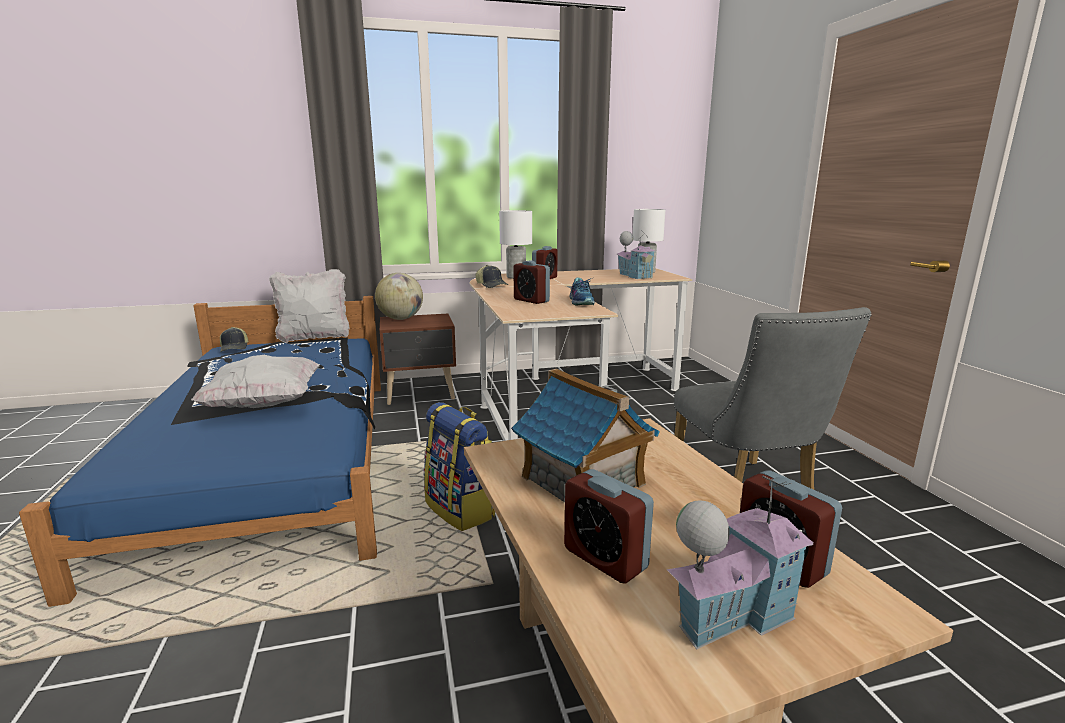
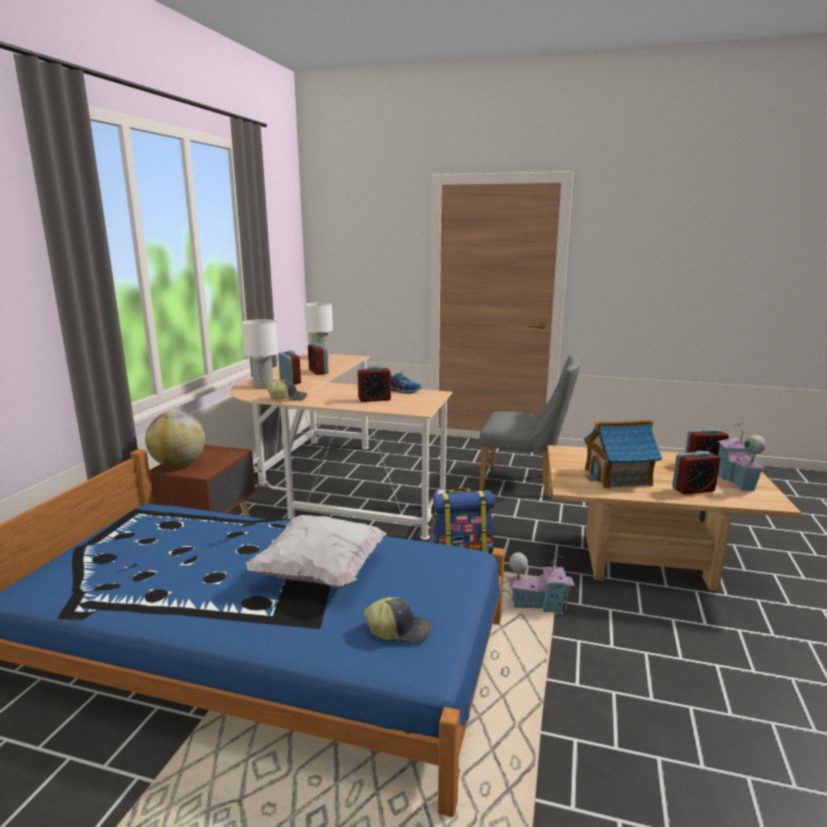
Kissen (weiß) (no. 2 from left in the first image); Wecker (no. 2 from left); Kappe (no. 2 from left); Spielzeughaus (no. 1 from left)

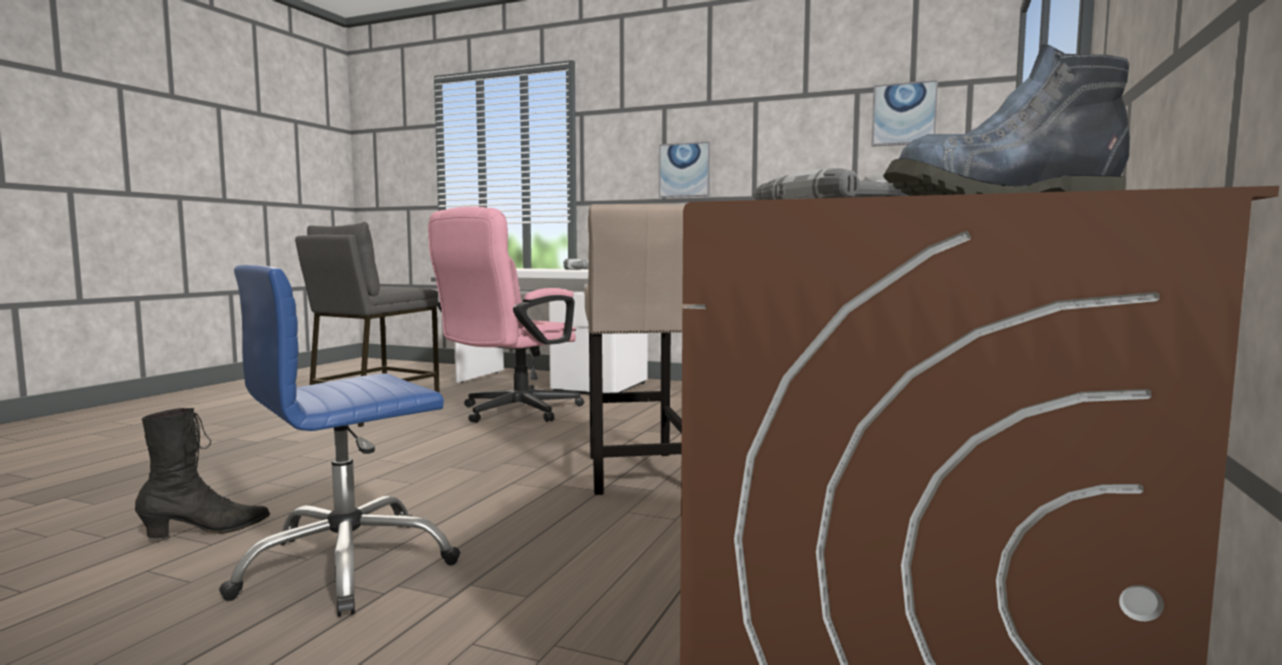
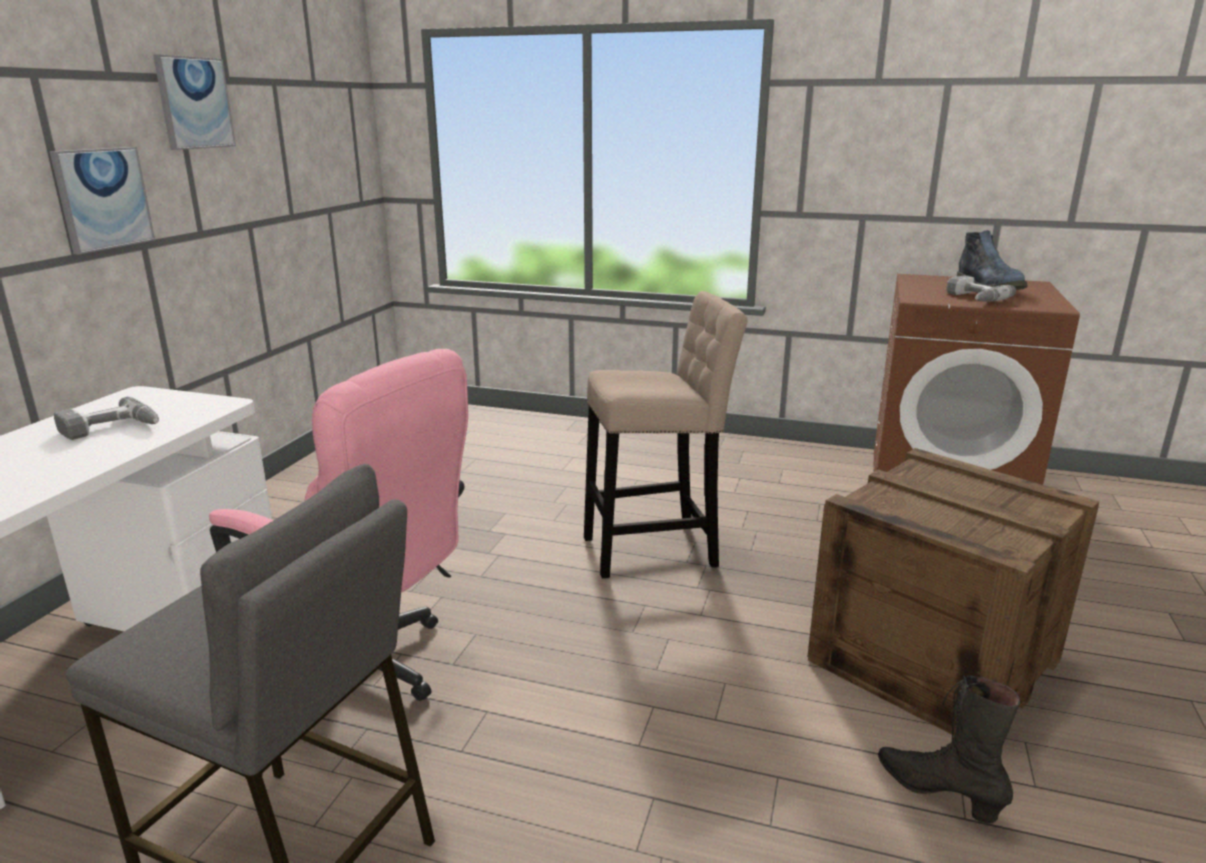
Bild (no. 2 from left); Kiste

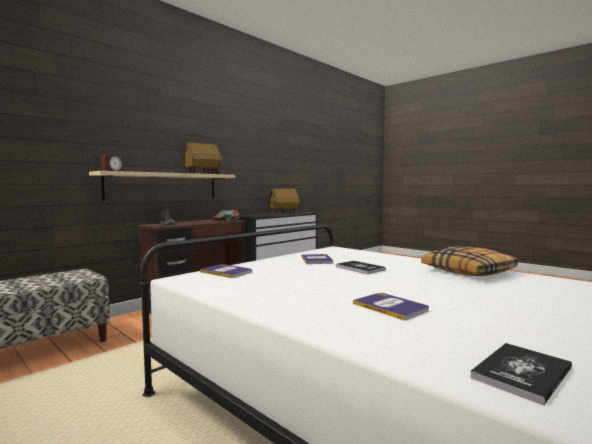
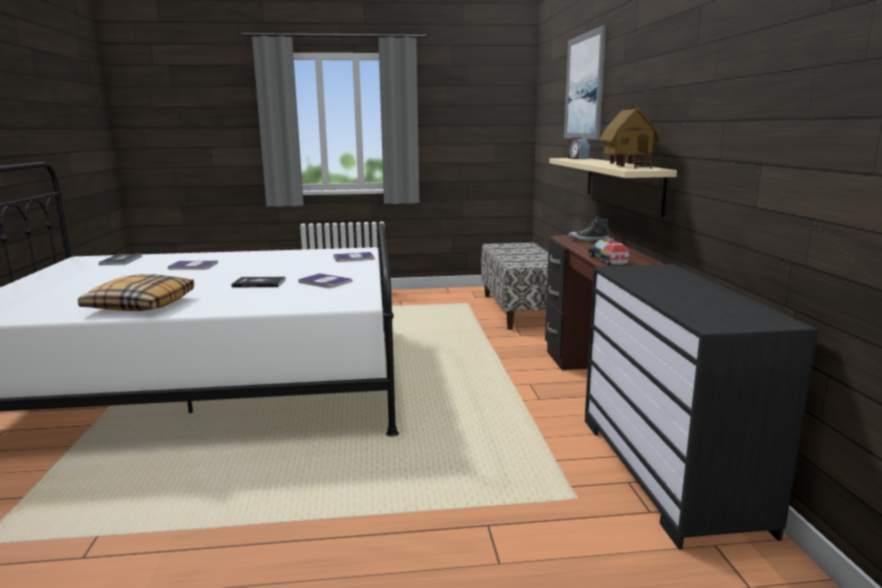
Spielzeughaus (no. 2 from left in the first image); Bild

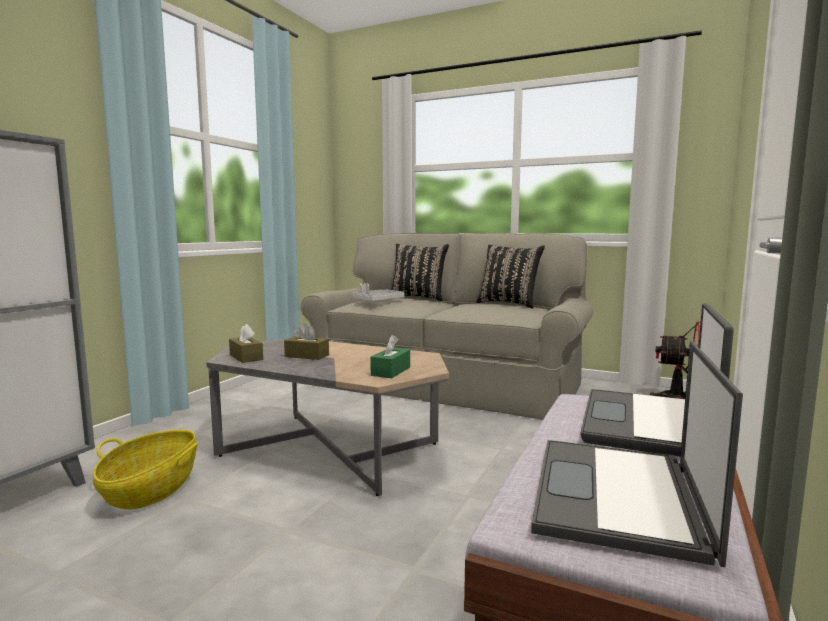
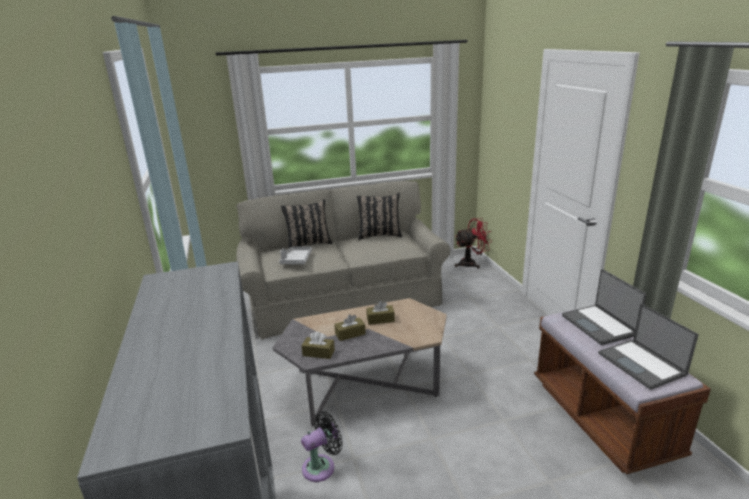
Taschentuchbox (grün); Taschentuchbox (braun) (no. 3 from left); Ventilator (schwarz)

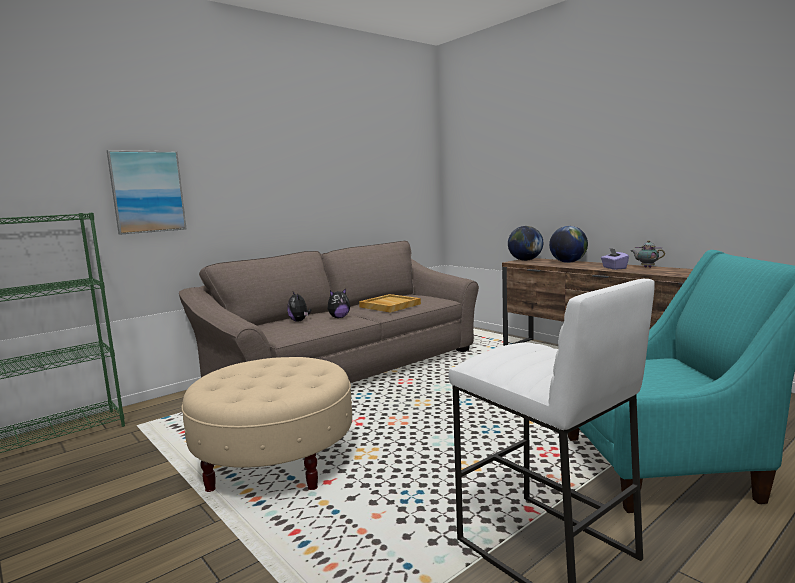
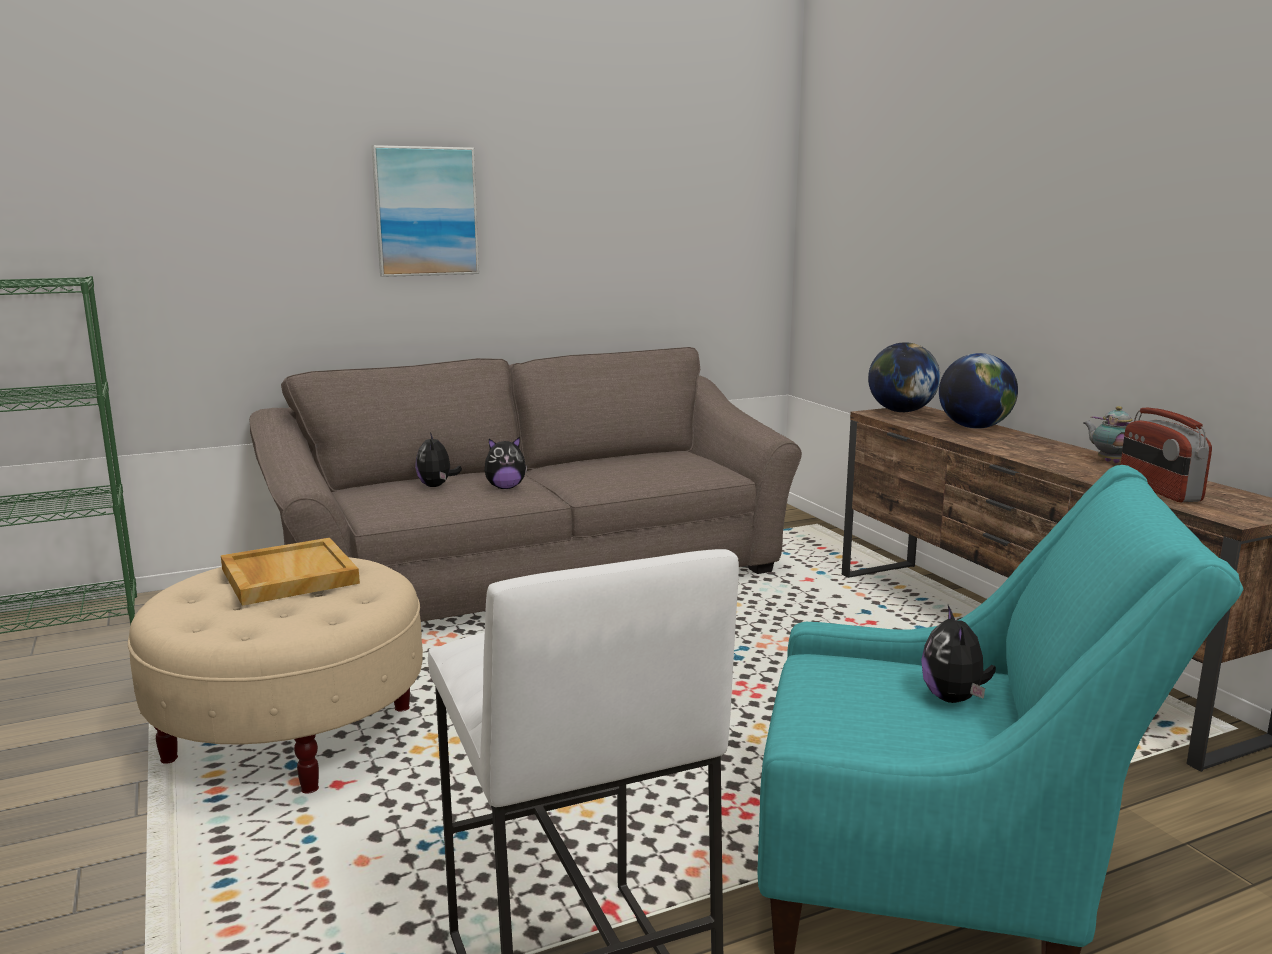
Taschentuchbox (lila); Plüschtier (no. 3 from left); Radio; Bild; Tablett (beige)

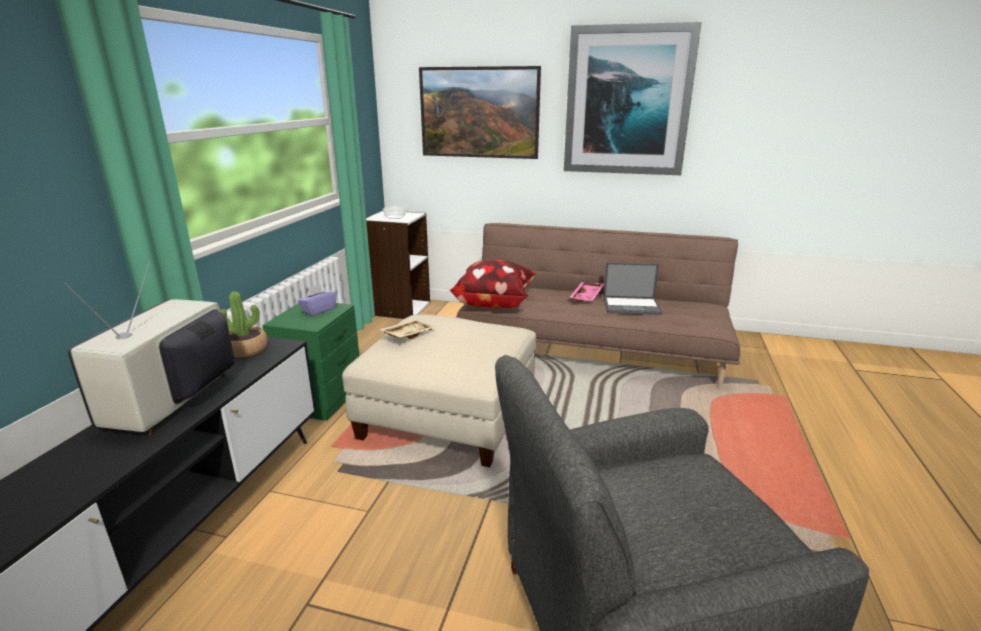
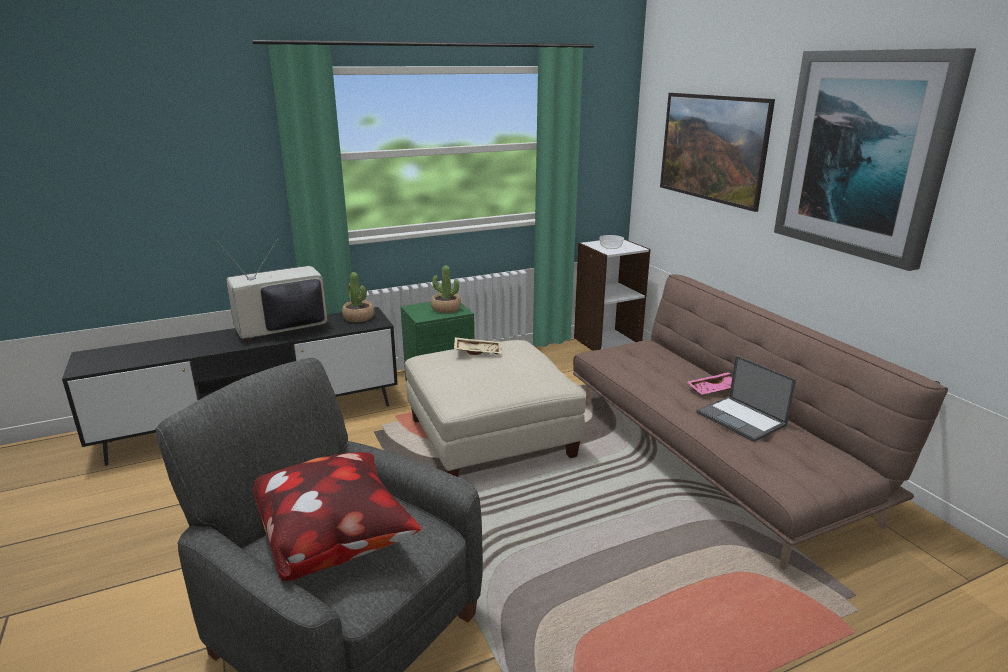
Kissen; Topfpflanze (no. 2 from left)

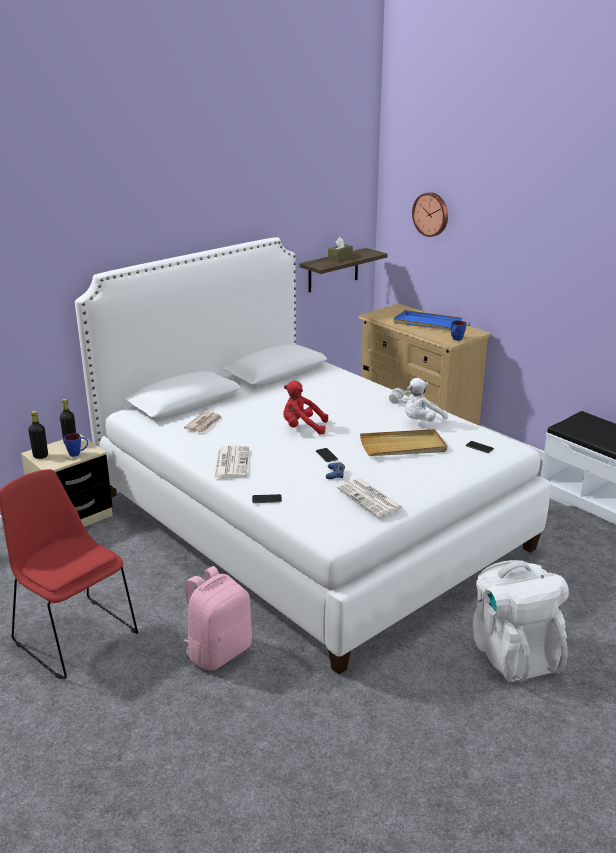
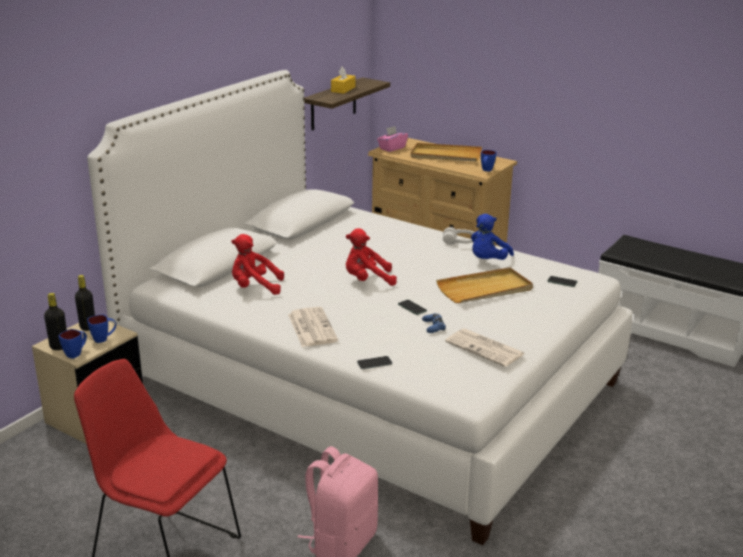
Wanduhr; Rucksack (weiß); Henkelbecher (blau) (no. 1 from left); Taschentuchbox (rosa); Plüschtier (rot) (no. 1 from left); Taschentuchbox (gelb); Tablett (beige) (no. 1 from left); Plüschtier (blau)

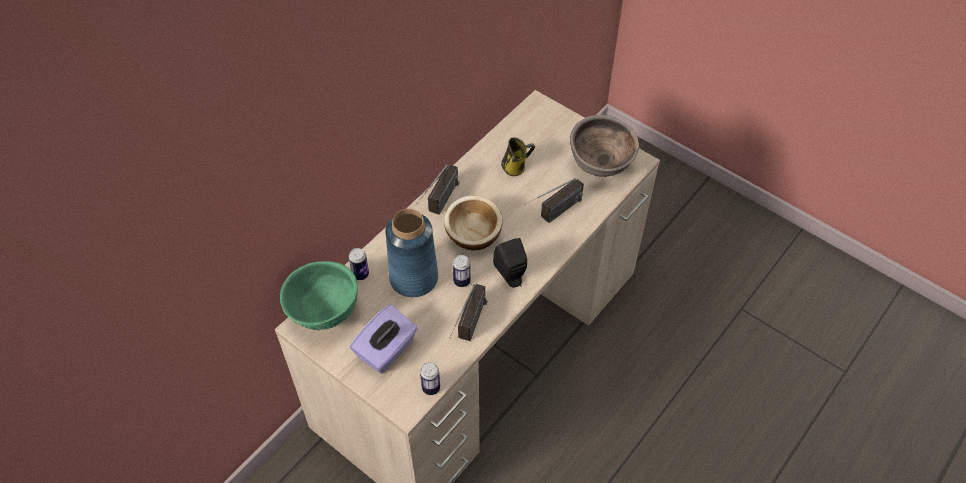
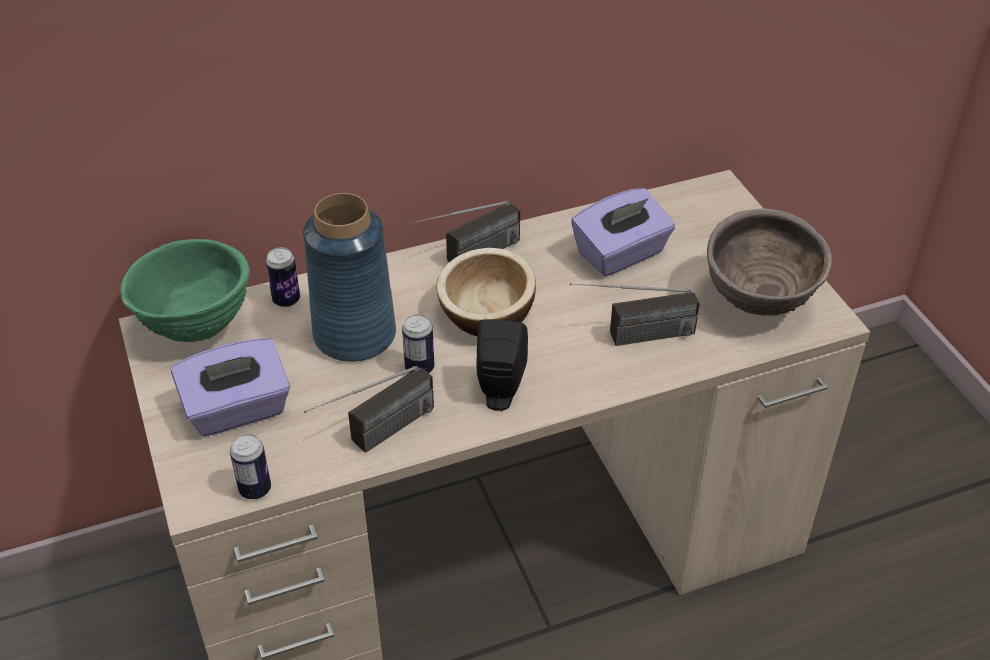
Taschentuchbox (lila) (no. 2 from left)

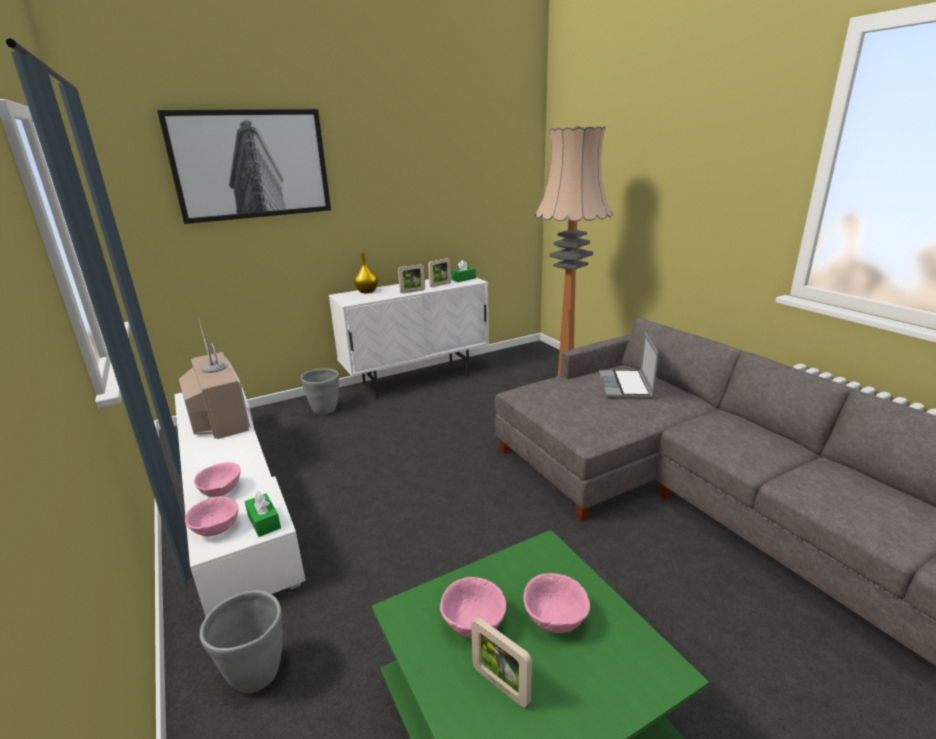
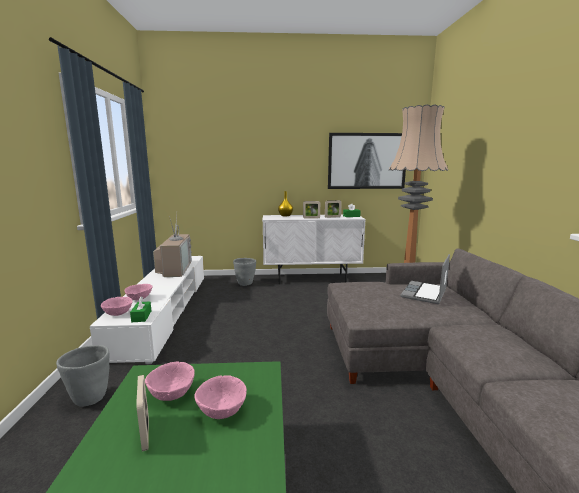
Bild

